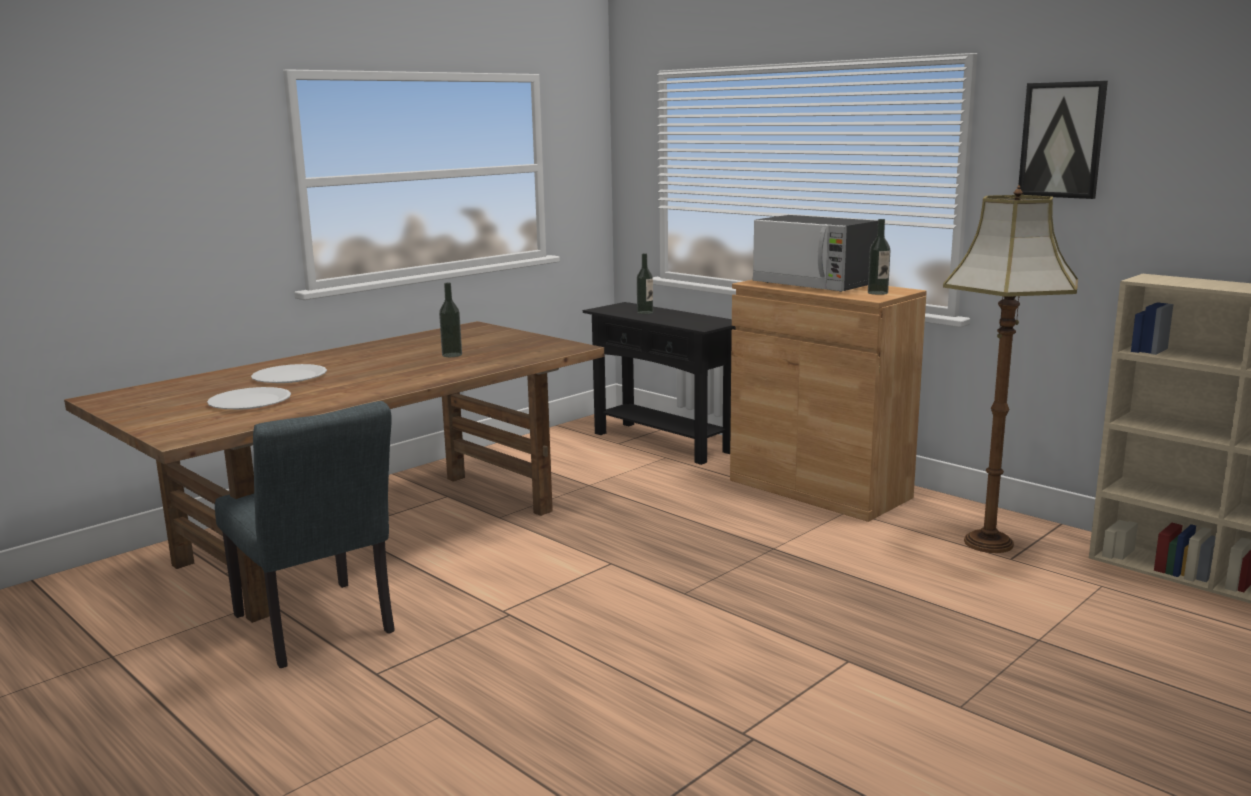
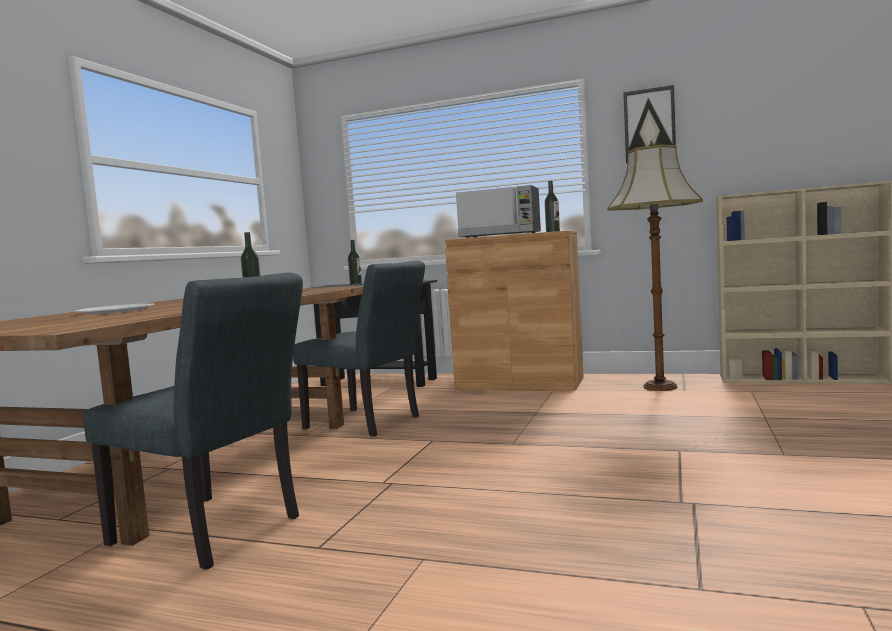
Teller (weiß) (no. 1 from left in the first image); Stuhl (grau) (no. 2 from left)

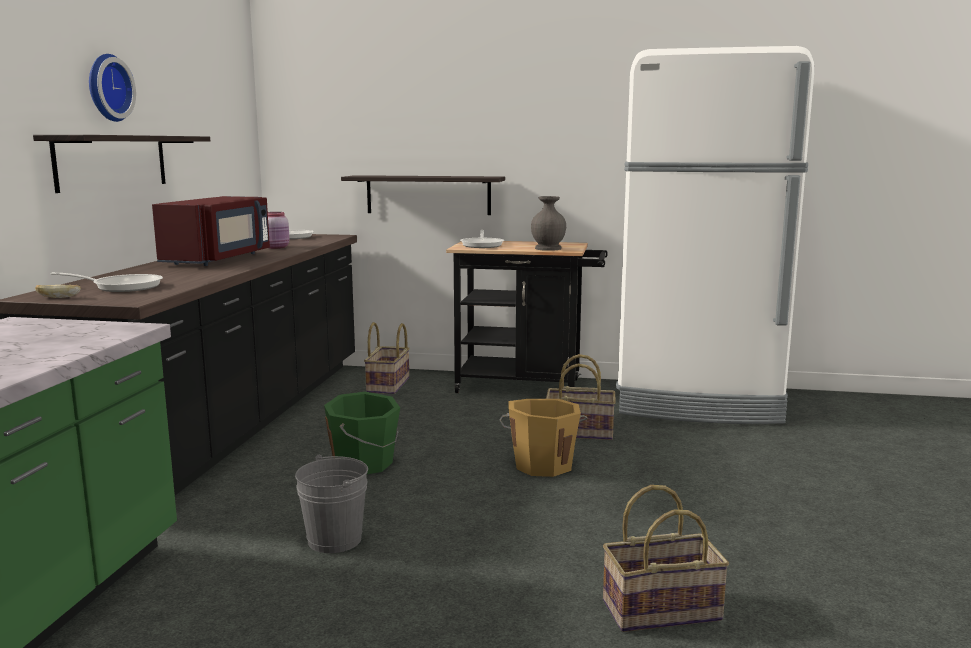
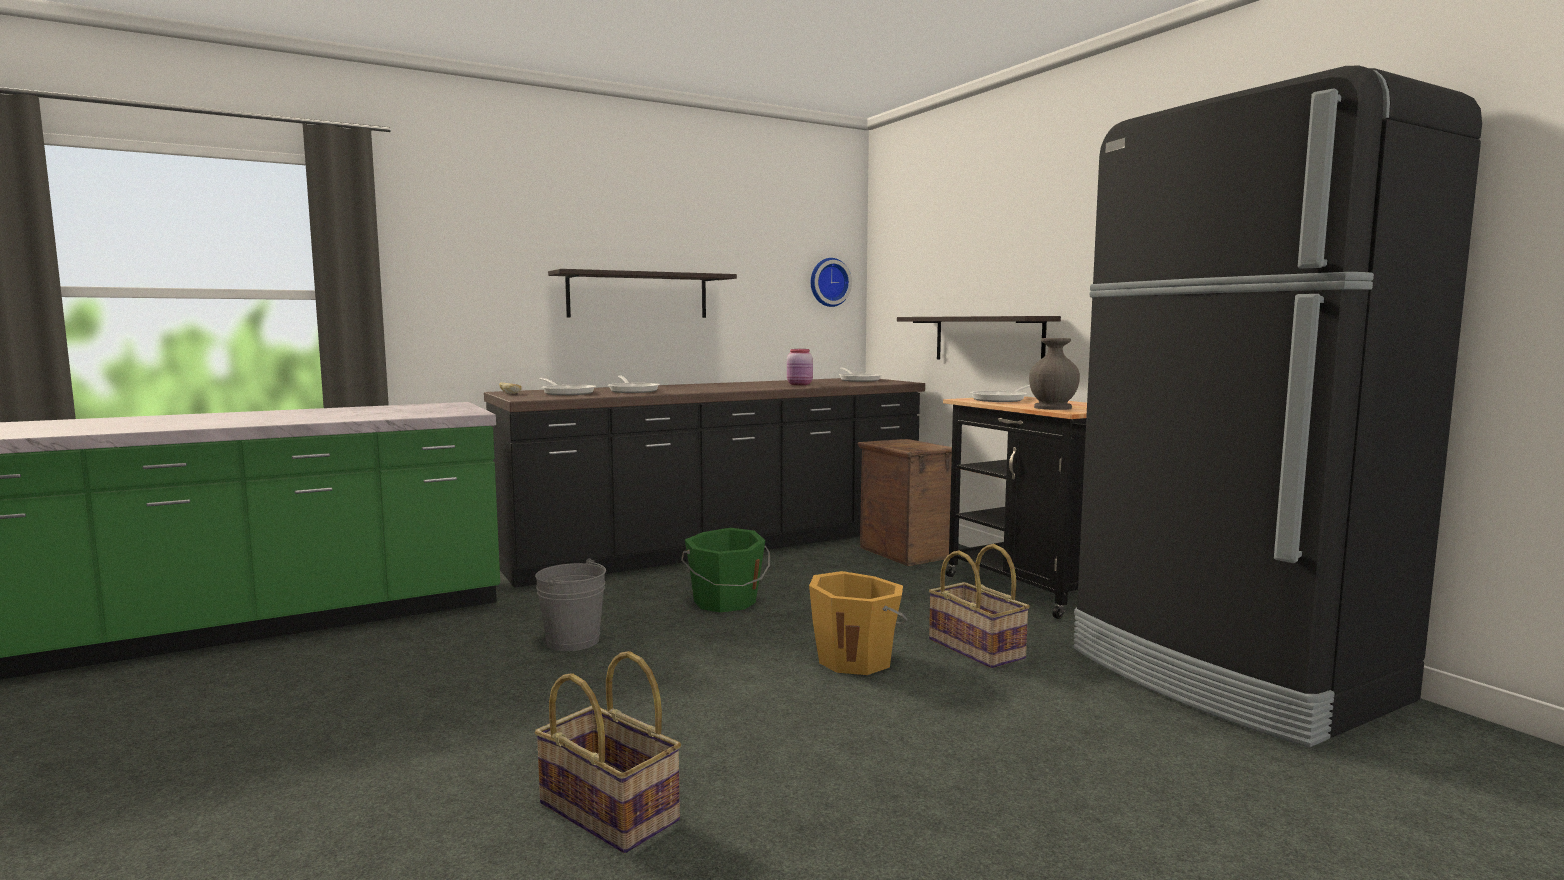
Mikrowelle (rot); Pfanne (no. 2 from left); Wanduhr; Kiste; Kühlschrank (schwarz)

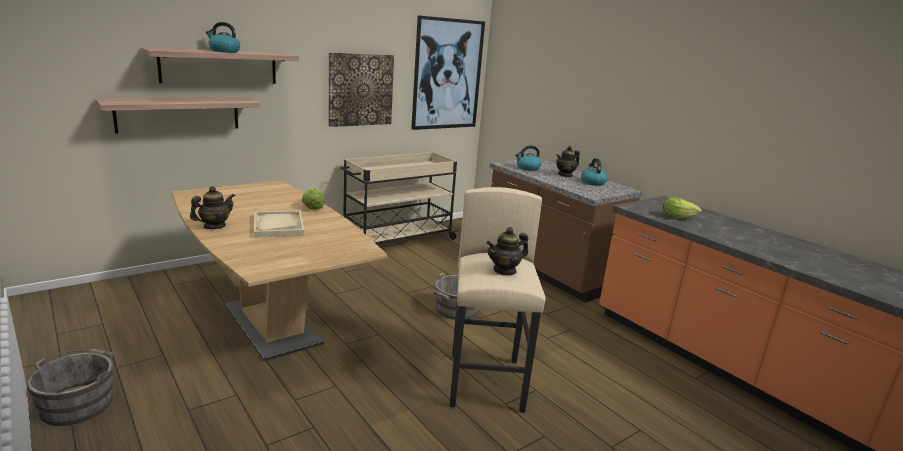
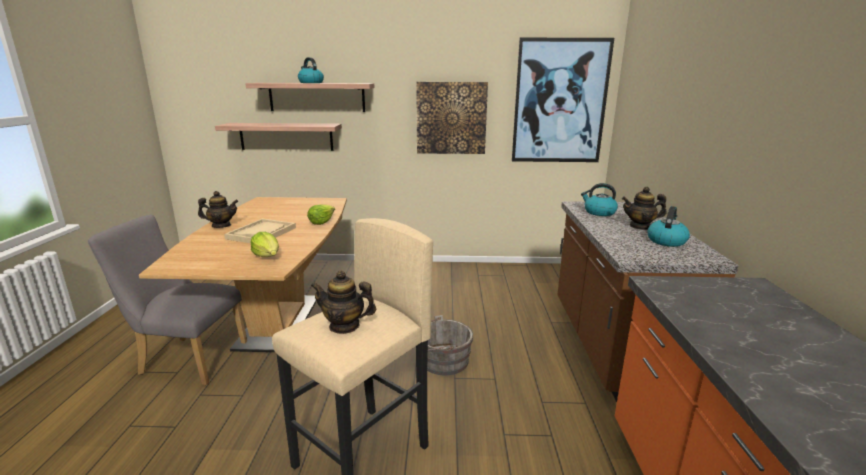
Eimer (grau) (no. 1 from left in the first image); Rollwagen (beige); Stuhl (grau); Salatkopf (no. 1 from left)

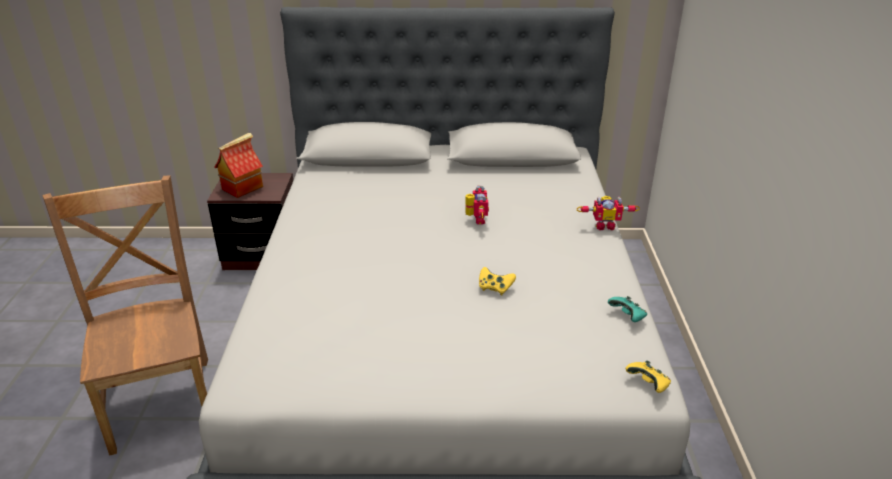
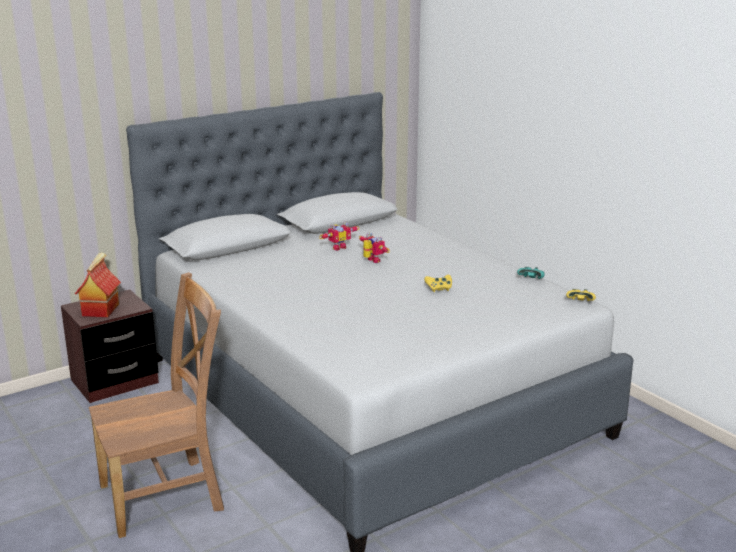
Spielzeugroboter (no. 1 from left); Stuhl (braun)

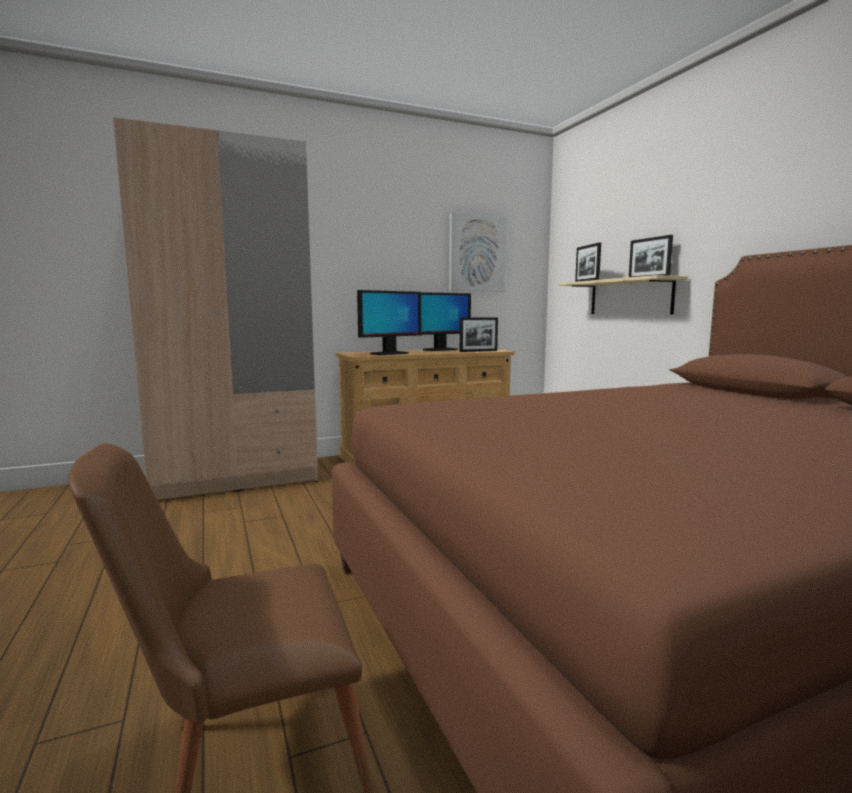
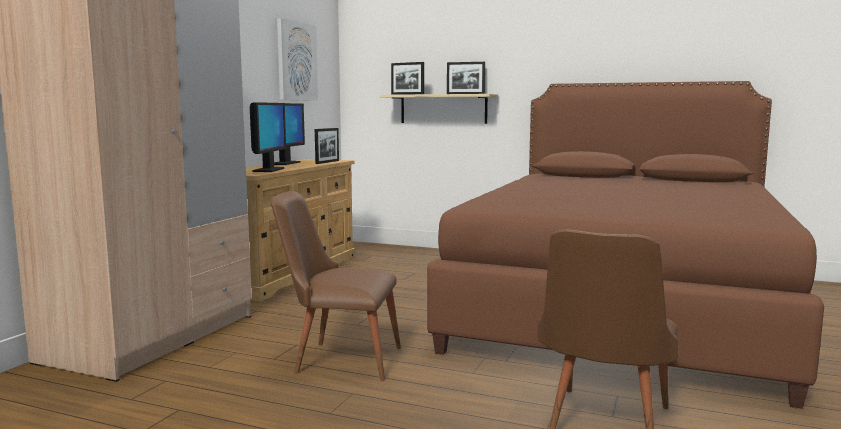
Stuhl (braun) (no. 1 from left)

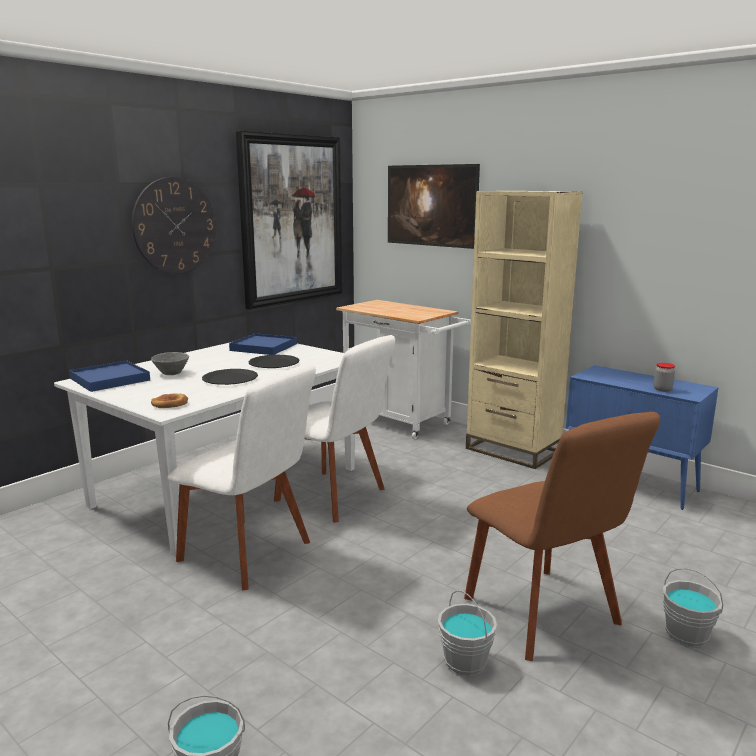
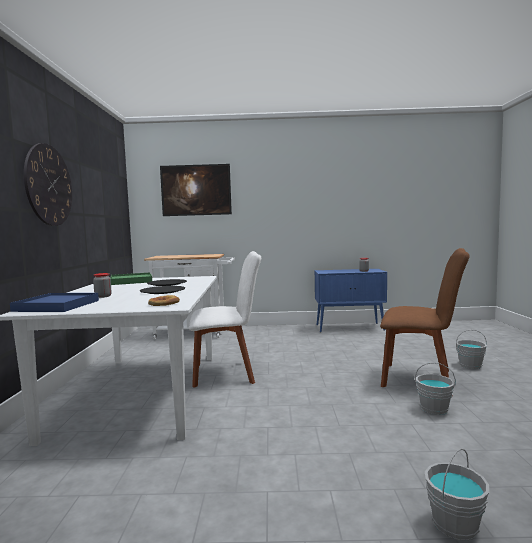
Stuhl (weiß) (no. 1 from left in the first image); Bild (no. 1 from left in the first image); Bücherregal (beige); Vorratsglas (no. 1 from left); Tablett (grün)

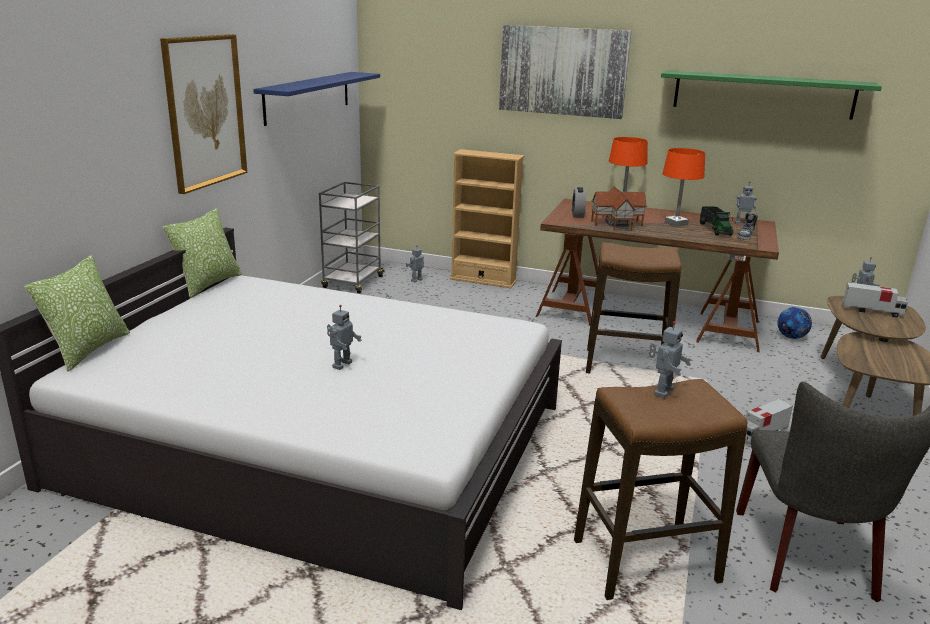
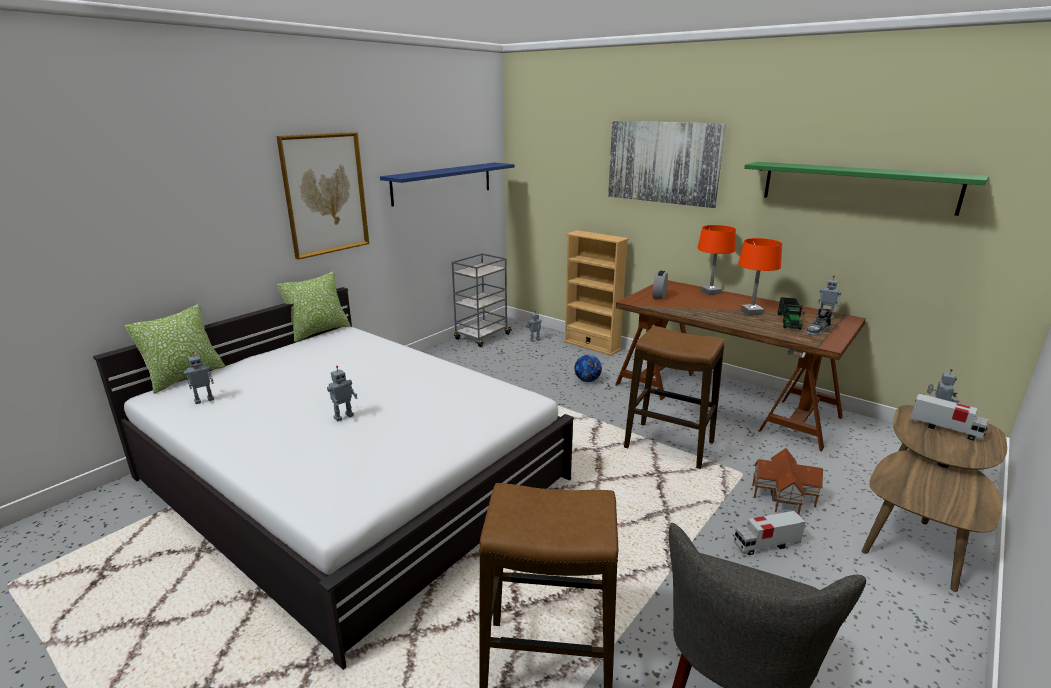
Spielzeughaus; Spielzeugroboter (no. 1 from left); Fußball

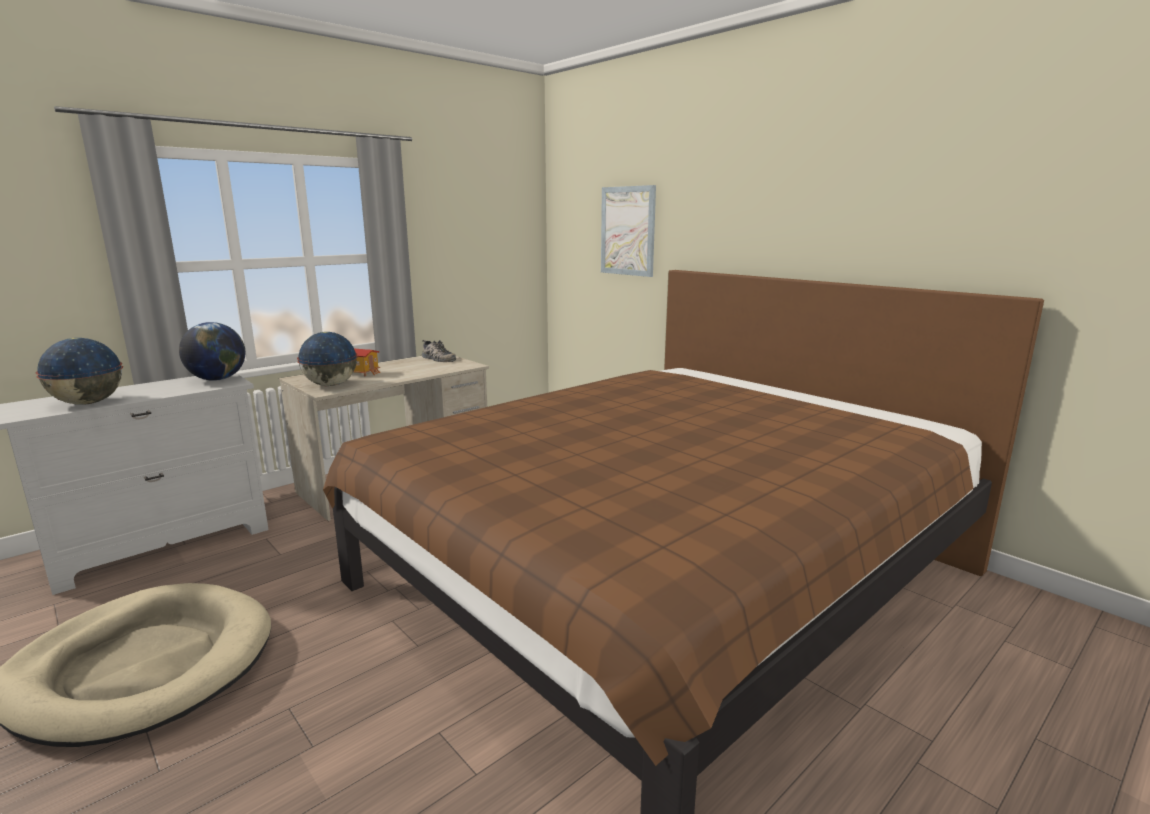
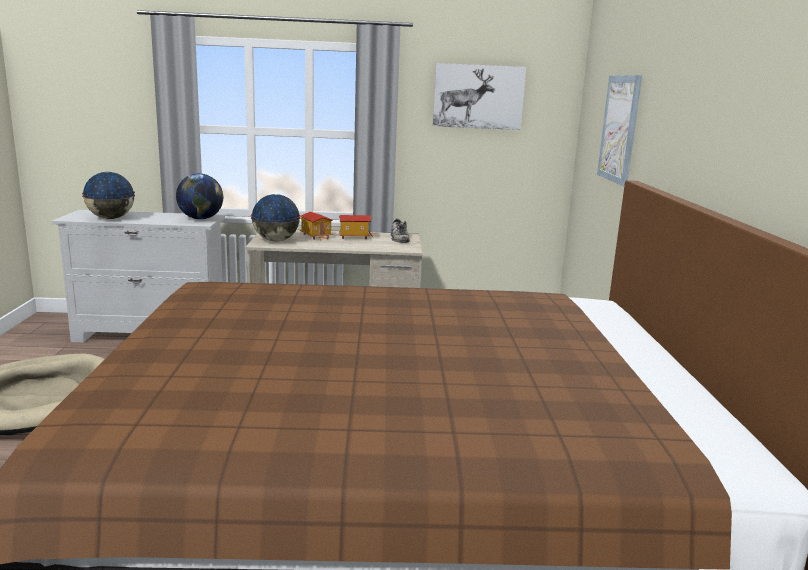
Spielzeughaus (no. 2 from left); Bild (no. 1 from left)

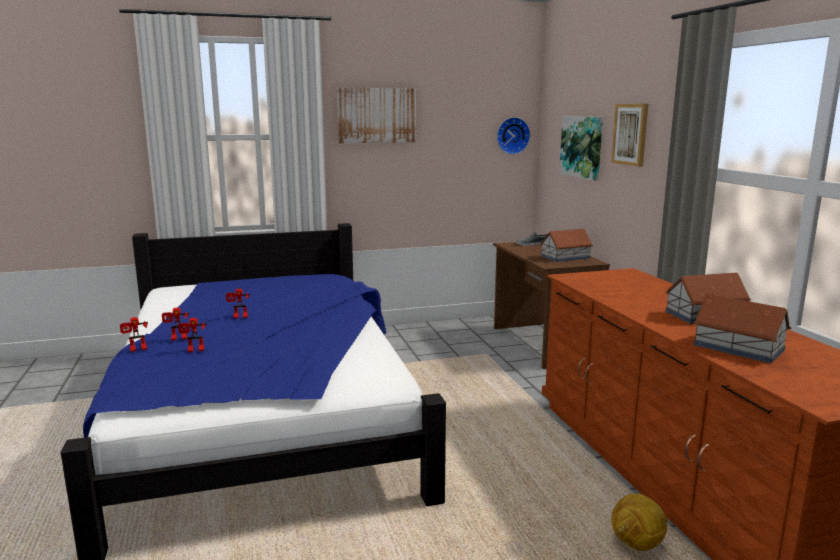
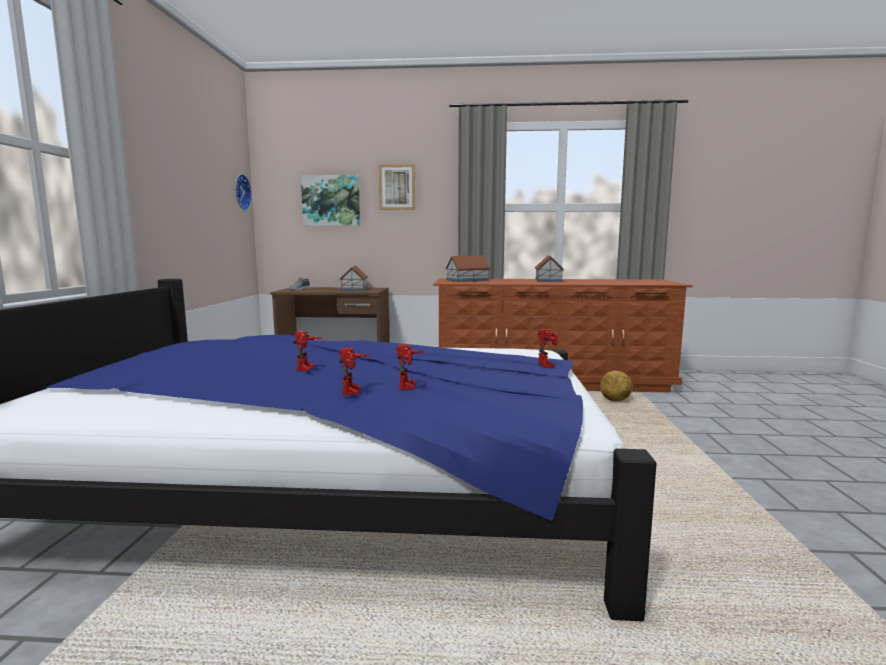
Bild (no. 1 from left in the first image); Spielzeugroboter (no. 4 from left); Spielzeughaus (no. 2 from left)

